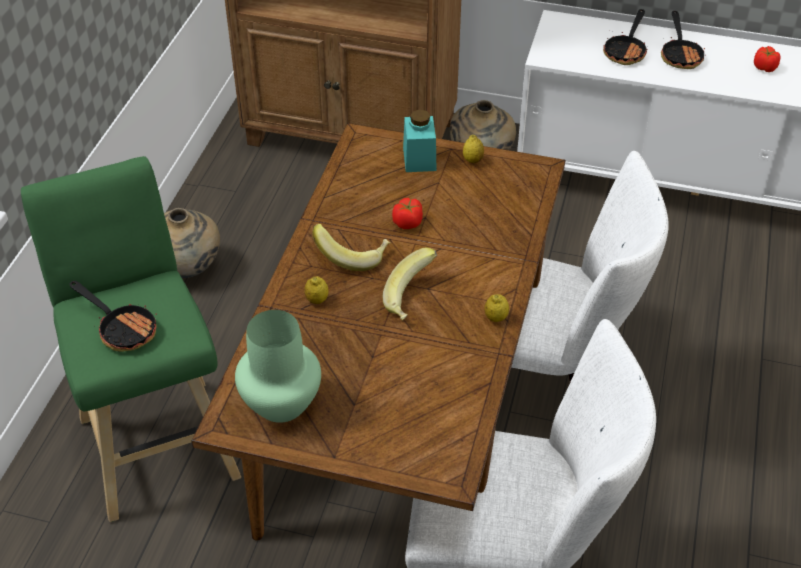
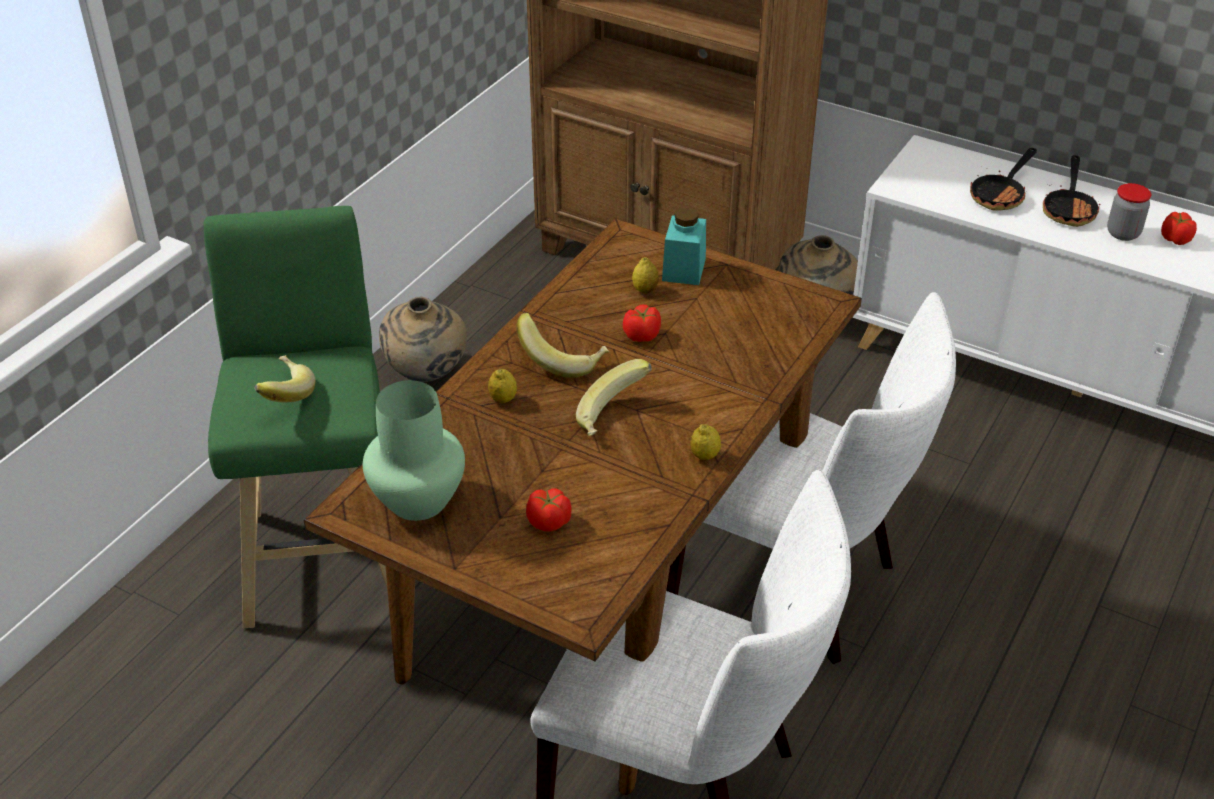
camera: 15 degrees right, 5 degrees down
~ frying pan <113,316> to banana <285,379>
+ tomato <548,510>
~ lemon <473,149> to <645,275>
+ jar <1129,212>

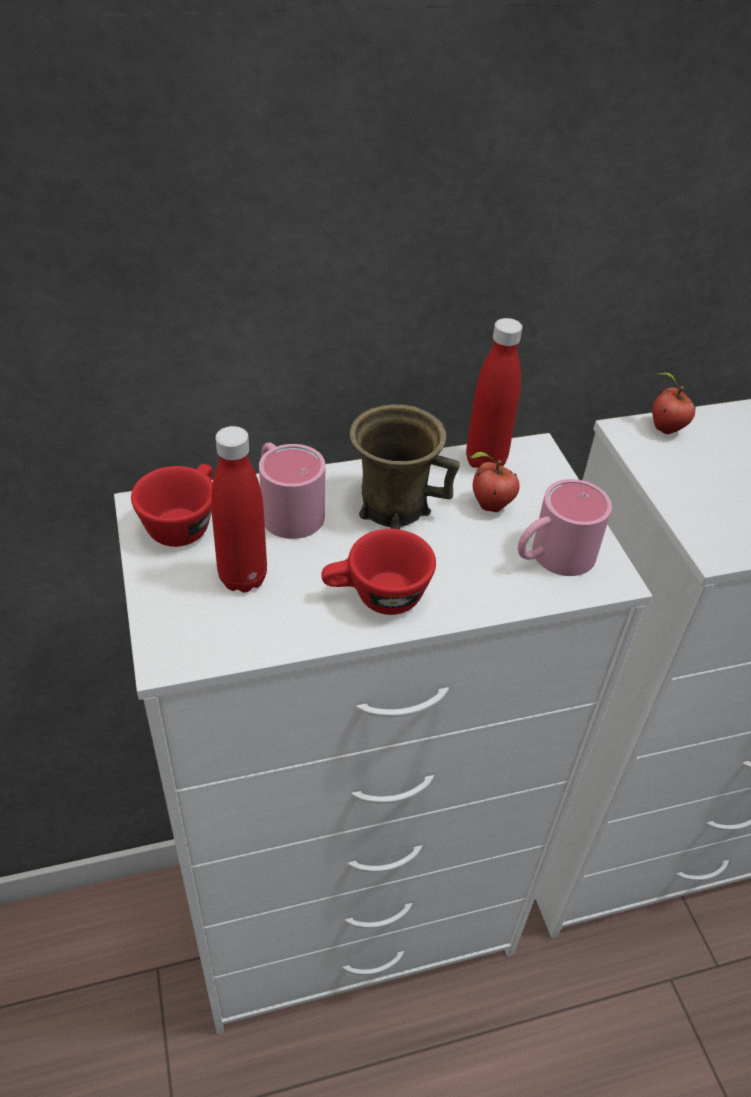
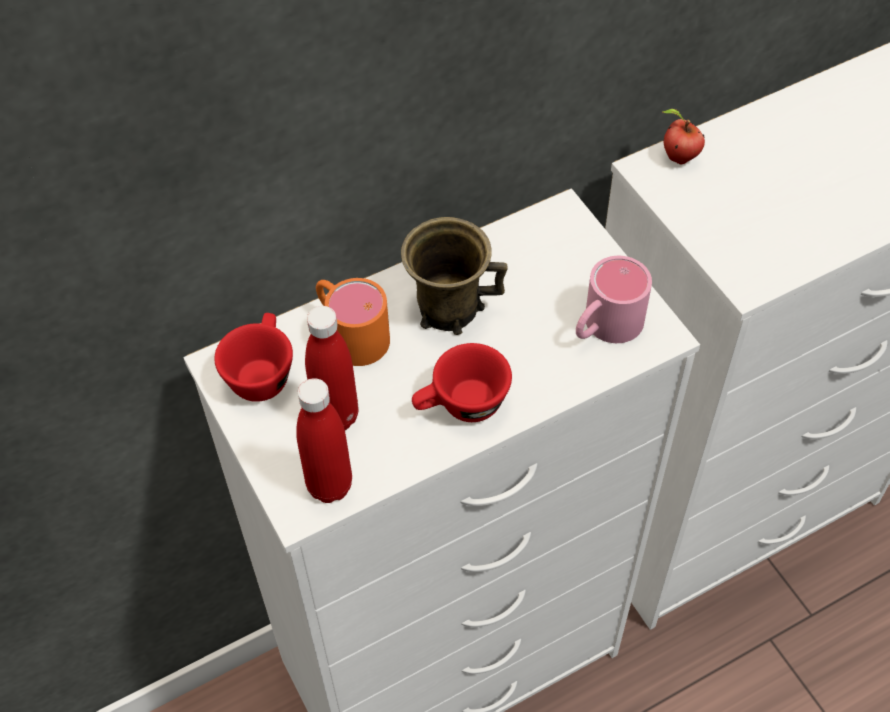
camera: 10 degrees left, 10 degrees up
~ red bottle <494,393> to <324,440>
~ pink mug <292,491> to orange mug <353,322>
- apple <495,482>

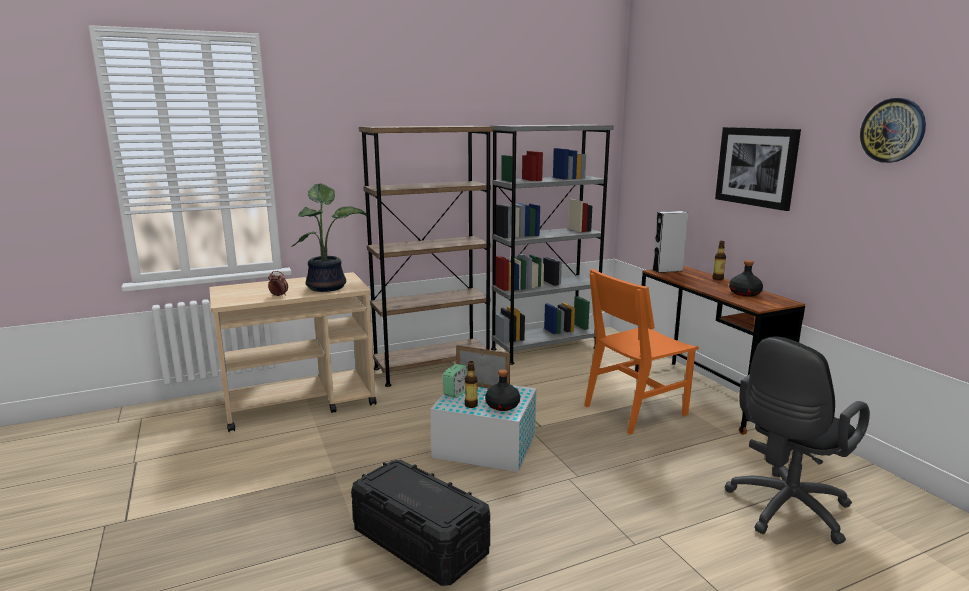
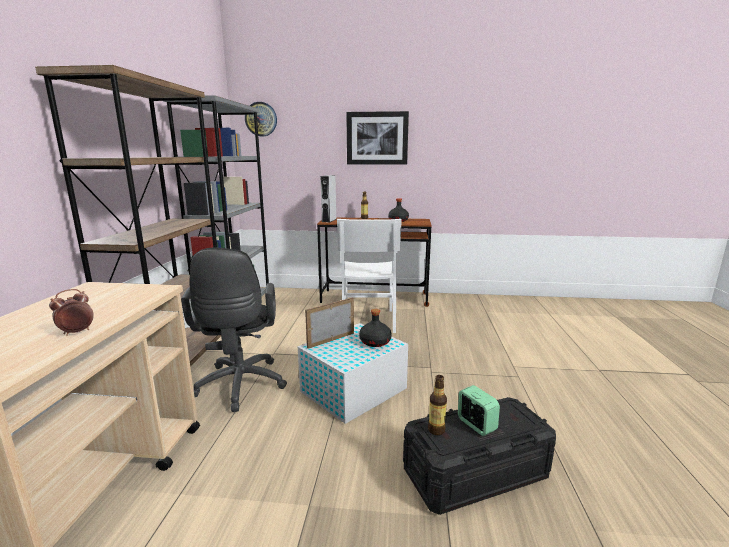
camera: 60 degrees left, 0 degrees up
~ black office chair <797,440> to <234,330>
~ wall clock <893,130> to <261,119>
~ orange chair <641,351> to white chair <369,276>
~ bottle <471,384> to <437,405>
~ alarm clock <455,381> to <479,410>
- potted plant <329,237>

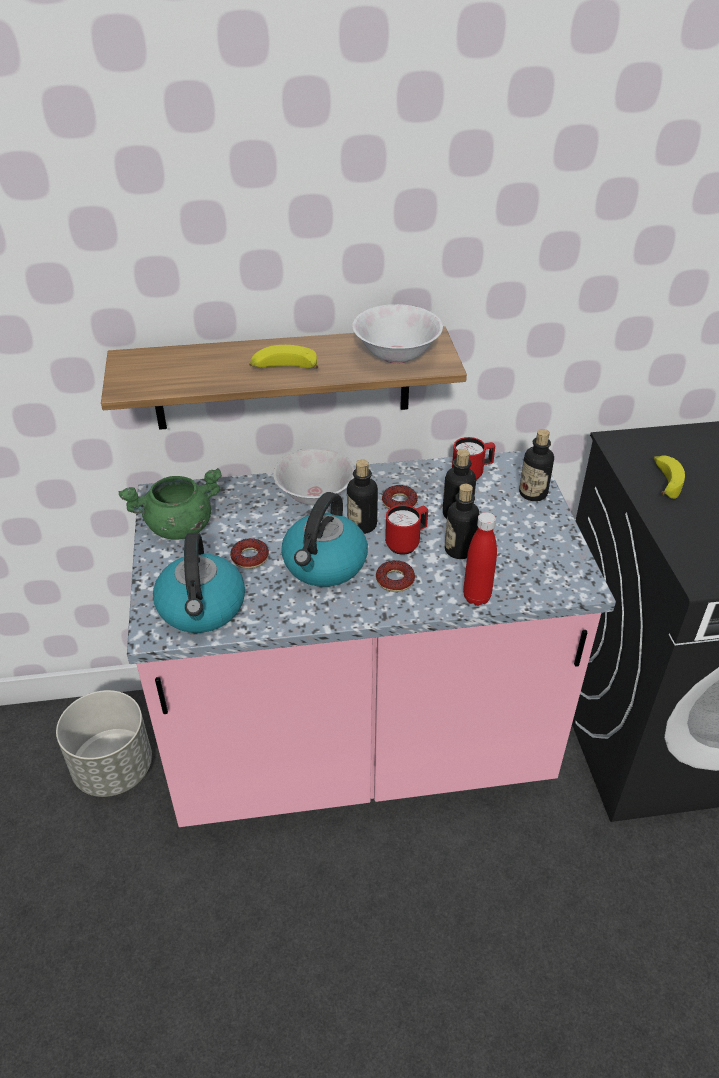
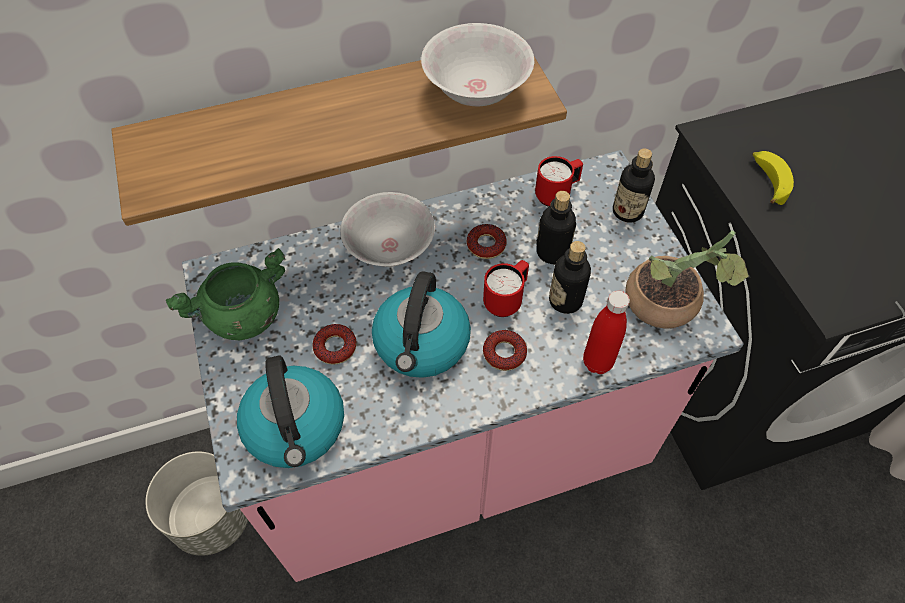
camera: 10 degrees left, 15 degrees up
+ potted plant <687,279>
- banana <284,357>
- bottle <362,497>

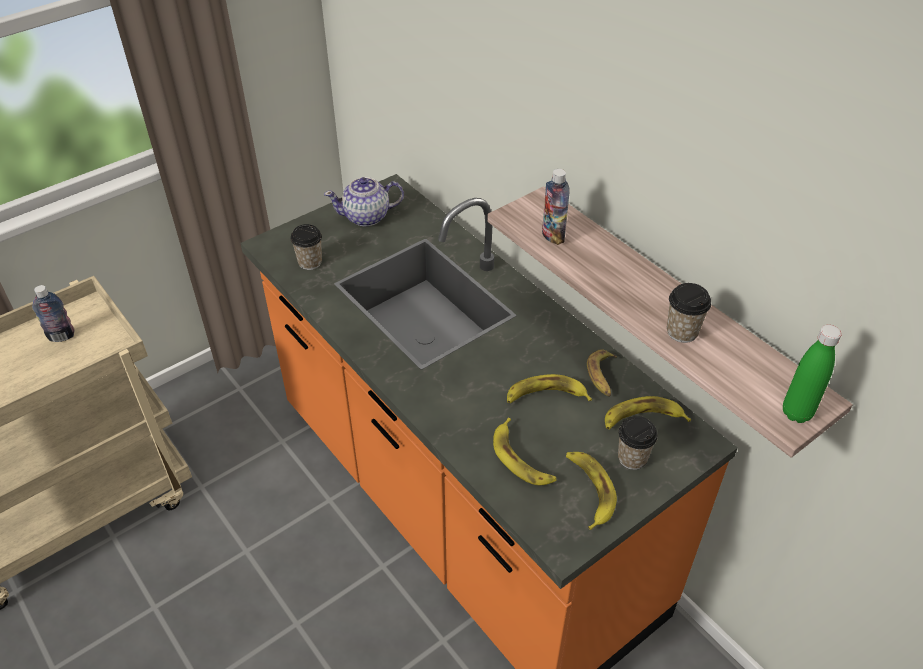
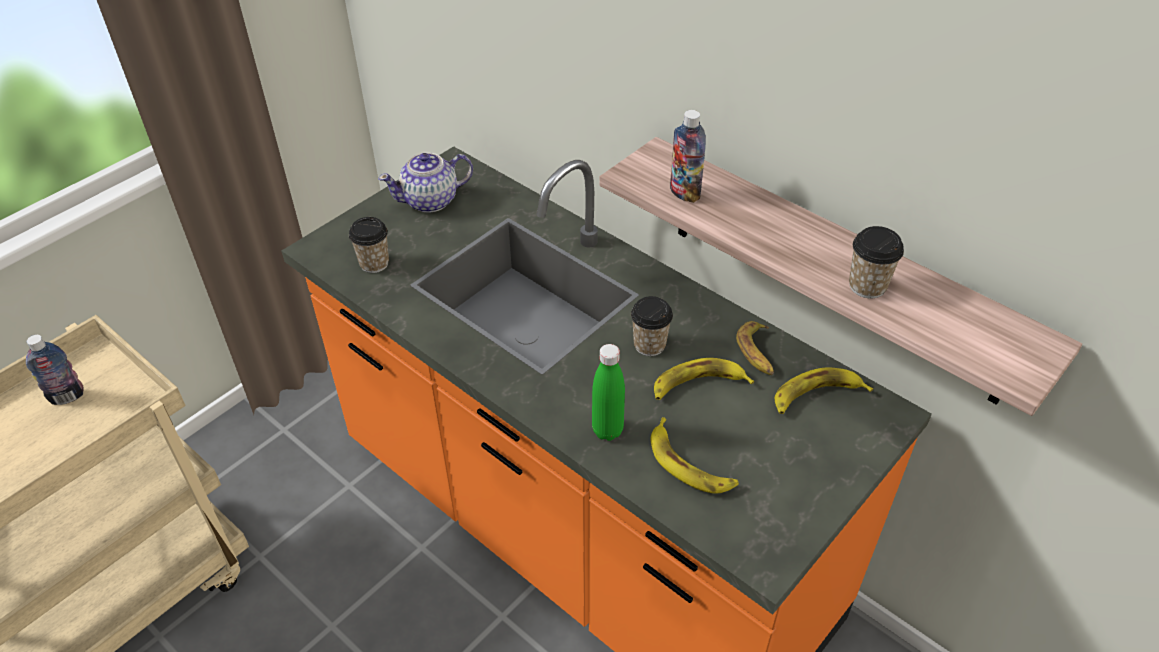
camera: 10 degrees left, 0 degrees up
~ green bottle <812,374> to <608,392>
~ cup <638,443> to <652,326>
- banana <591,491>

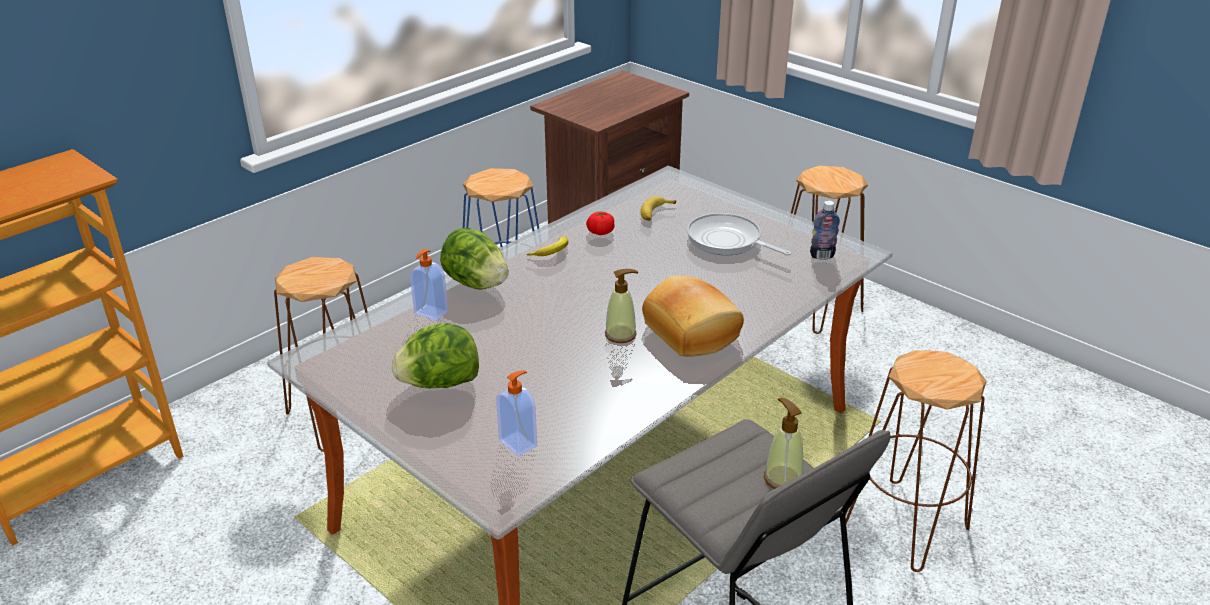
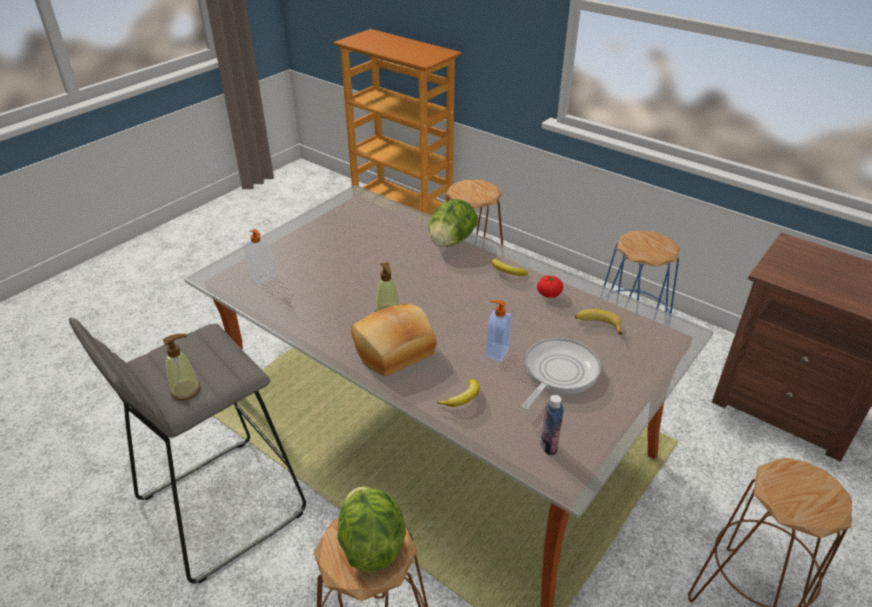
camera: 85 degrees right, 5 degrees up
~ lettuce <435,355> to <371,530>
+ banana <458,393>
~ soap dispenser <429,285> to <498,331>

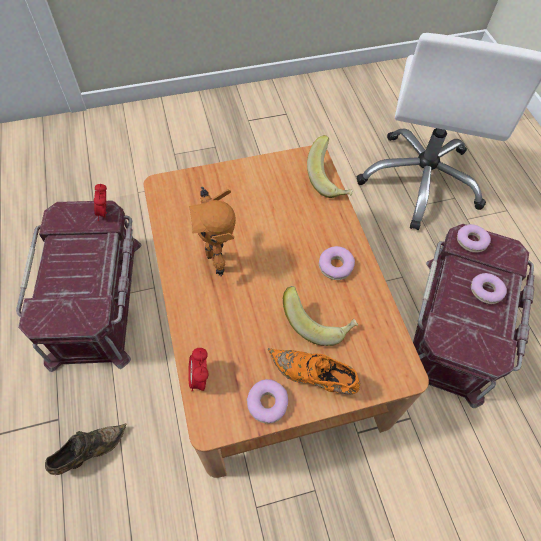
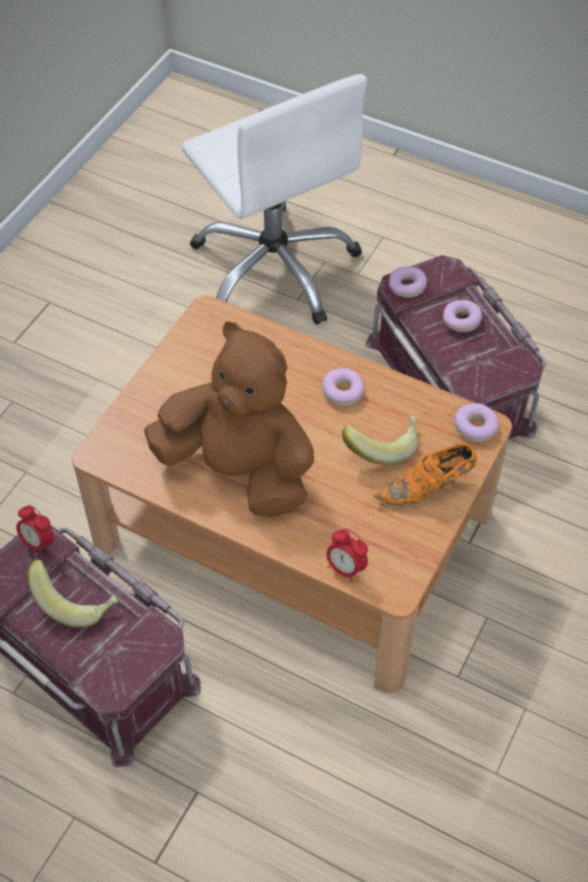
camera: 45 degrees left, 5 degrees down
~ banana <329,166> to <72,594>
~ toy robot <212,231> to brown plush toy <229,419>
~ donut <267,401> to <476,422>
- brown shoe <85,449>

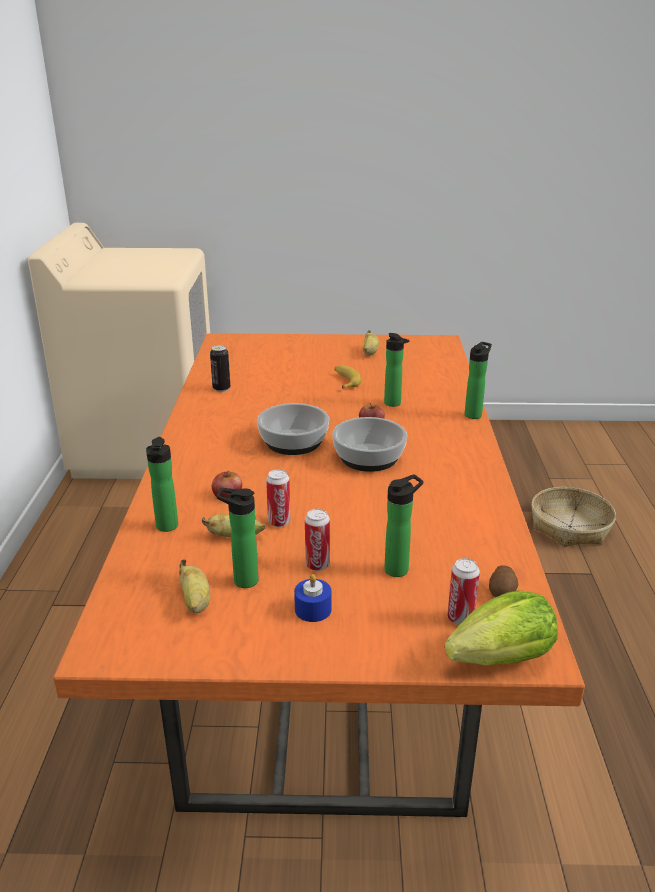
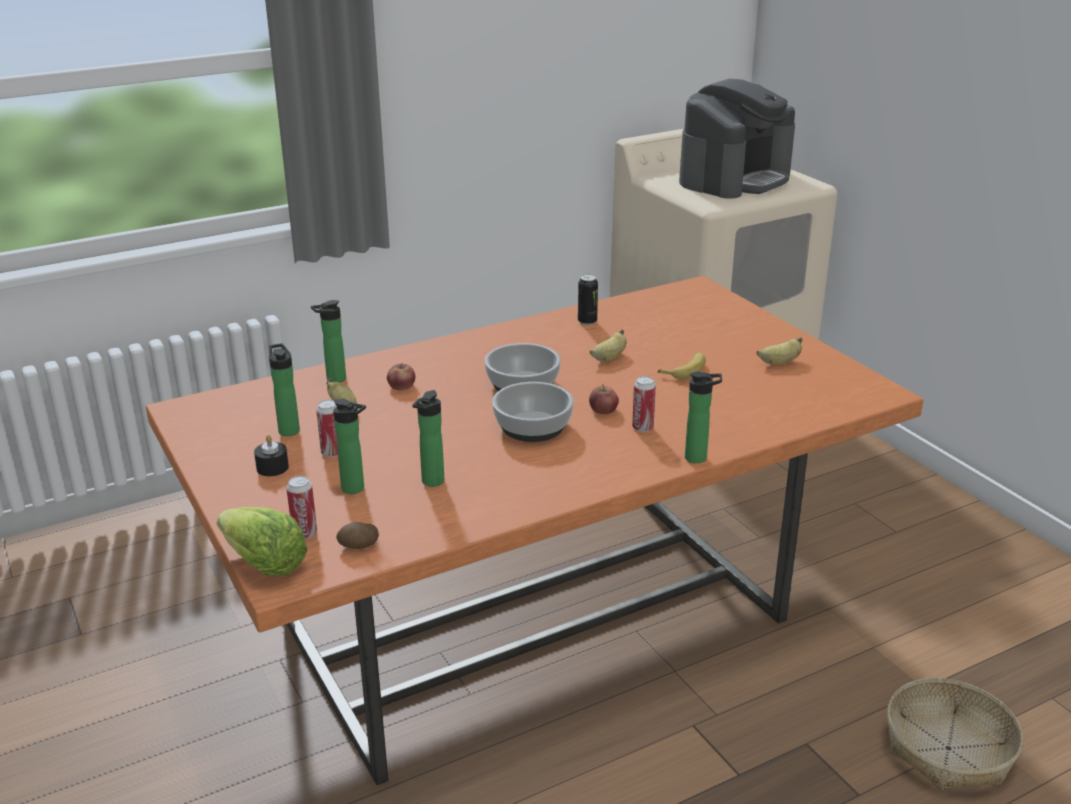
camera: 60 degrees right, 0 degrees up
~ blue candle <313,598> to black candle <271,455>
~ bottle <397,370> to <428,438>
~ banana <194,586> to <608,345>
~ can <278,498> to <644,404>
+ coffee machine <737,138>

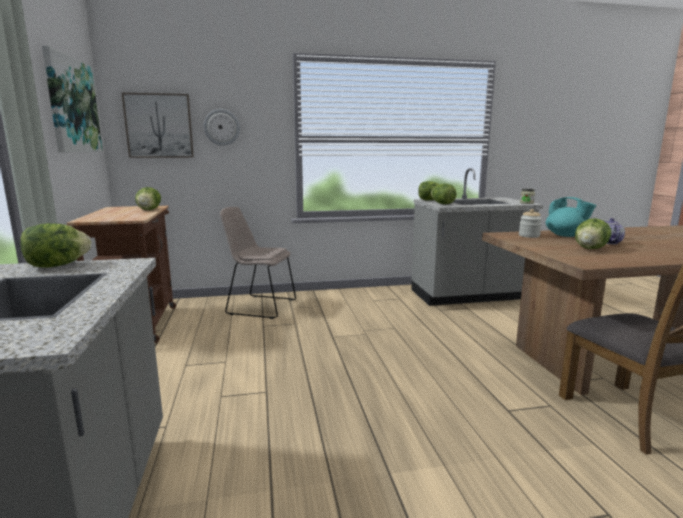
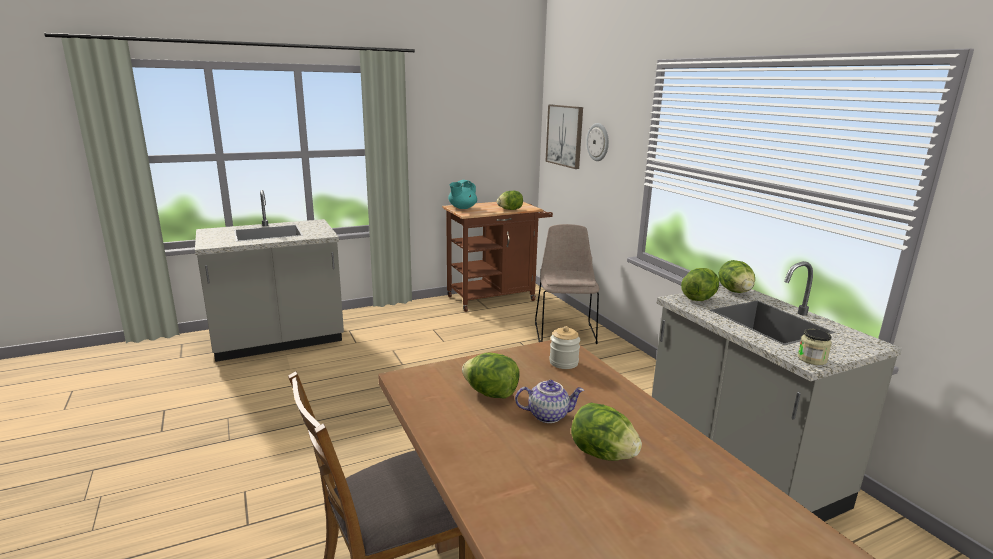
camera: 75 degrees right, 5 degrees up
~ turquoise teapot <571,217> to <462,194>
~ lettuce <55,245> to <606,432>
- picture <72,99>

